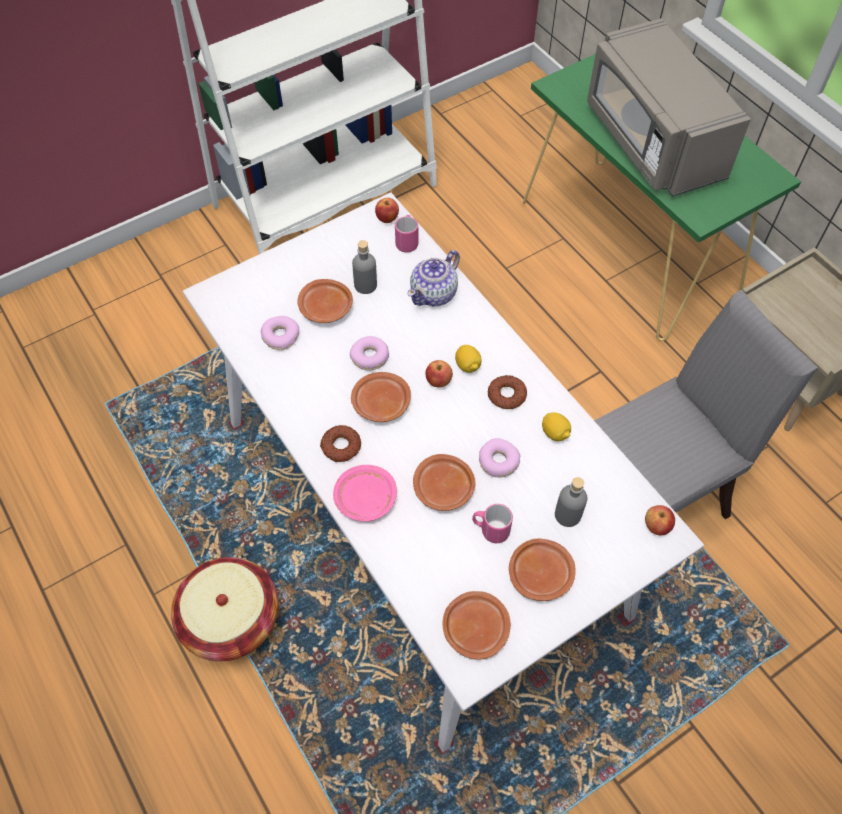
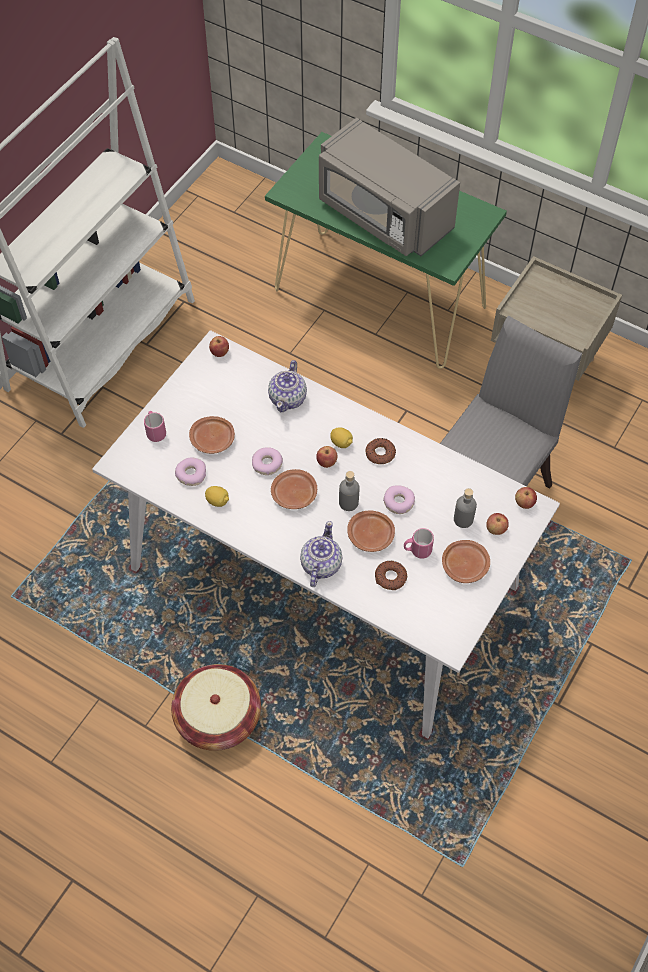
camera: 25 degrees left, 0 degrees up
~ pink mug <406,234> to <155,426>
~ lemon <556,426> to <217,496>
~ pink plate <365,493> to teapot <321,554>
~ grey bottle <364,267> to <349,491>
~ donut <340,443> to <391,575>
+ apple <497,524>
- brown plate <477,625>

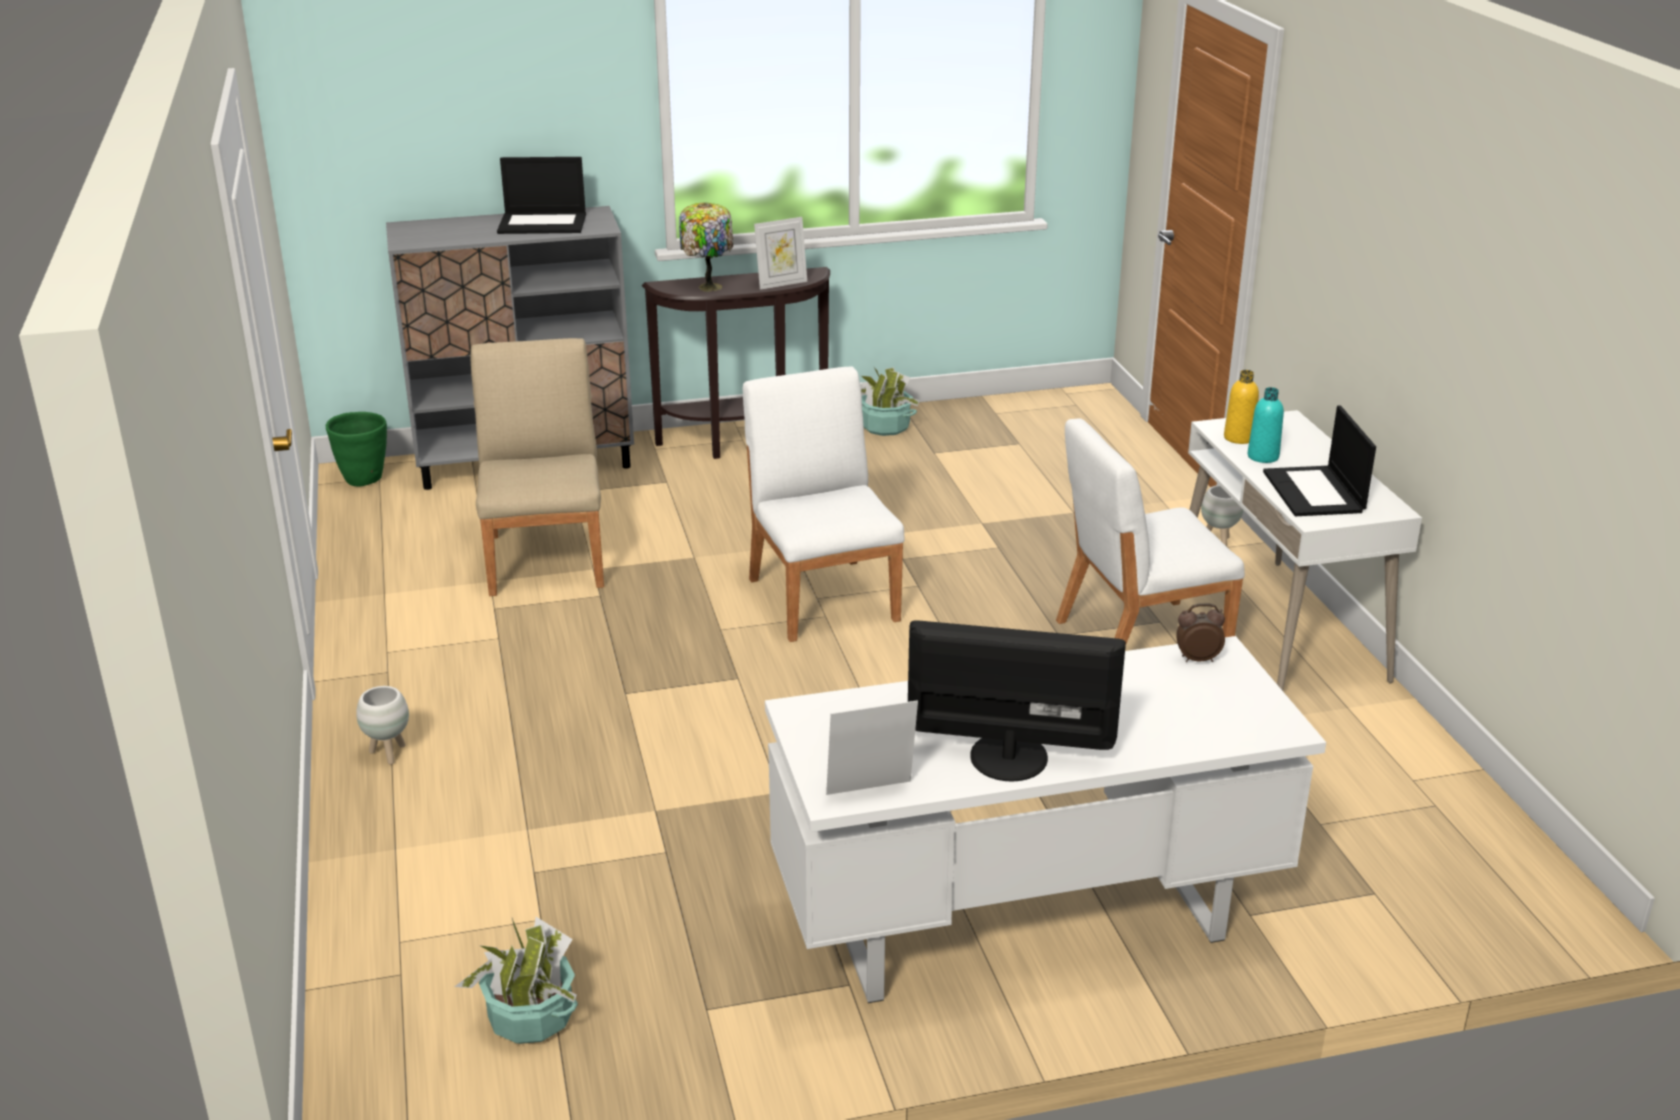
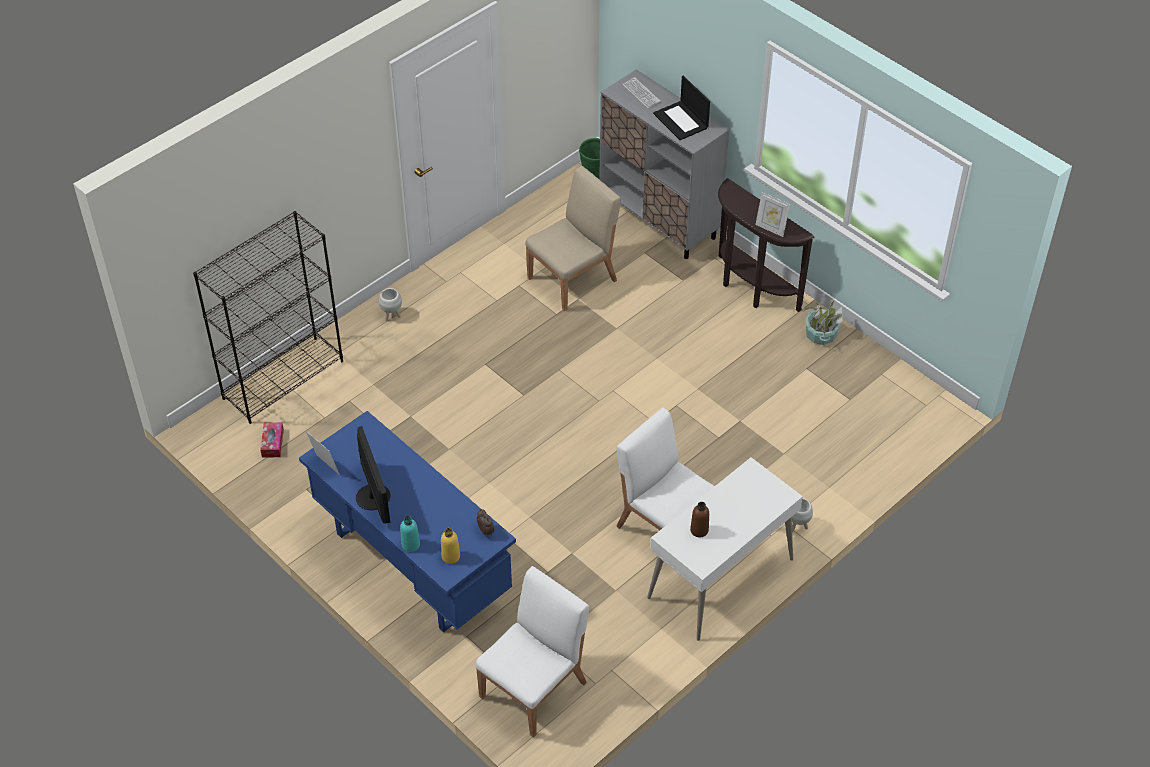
camera: 60 degrees right, 20 degrees up
+ black bookcase <268,317>
~ potted plant <516,980> to tissue box <272,440>
~ white desk <1045,819> to blue desk <407,521>
~ turquoise bottle <1266,425> to <410,534>
~ yellow bottle <1241,407> to <450,546>
~ white chair <824,504> to <532,652>
+ keyboard <641,92>
~ laptop <1319,460> to brown bottle <699,519>
- table lamp <706,247>

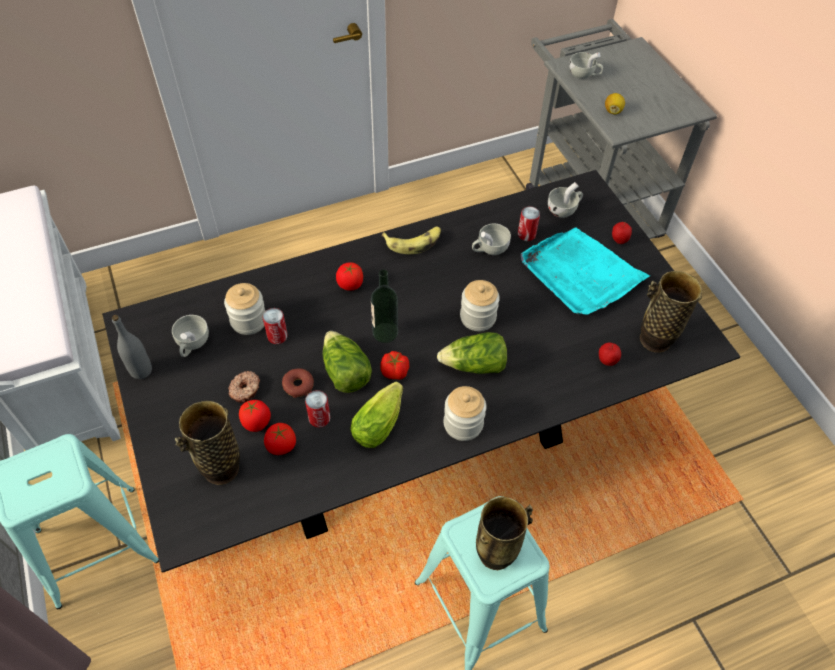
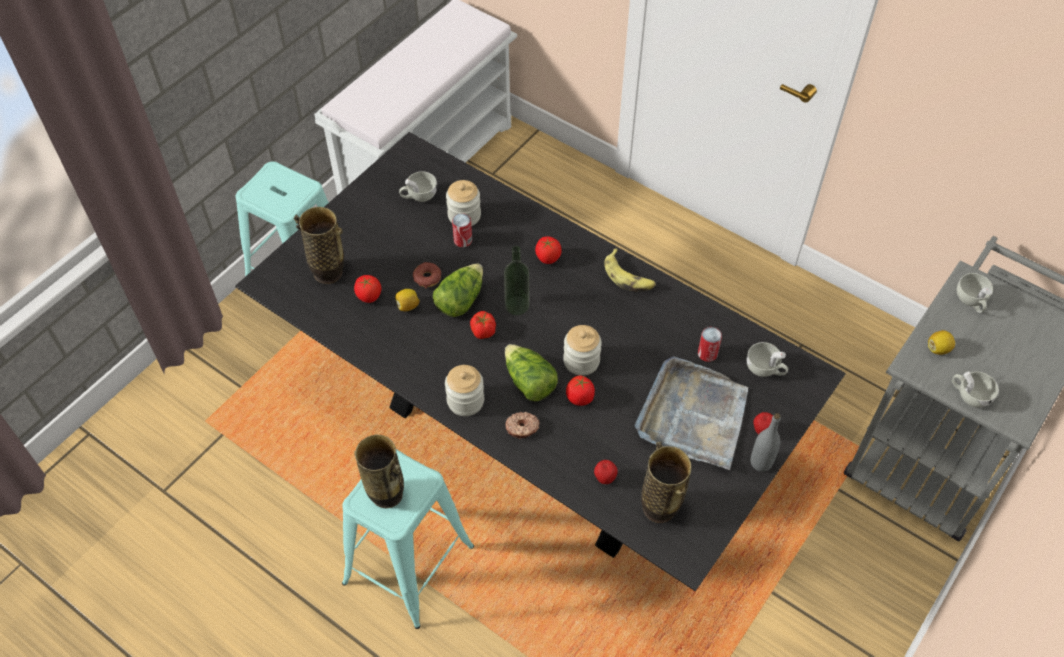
camera: 60 degrees right, 0 degrees up
~ can <318,409> to lemon <407,300>
~ donut <244,387> to <522,425>
~ tomato <255,416> to <580,391>
~ turquoise tray <585,271> to grey tray <691,413>
~ grey bottle <132,347> to <765,442>
~ white cup <491,239> to <975,389>
- lettuce <376,414>

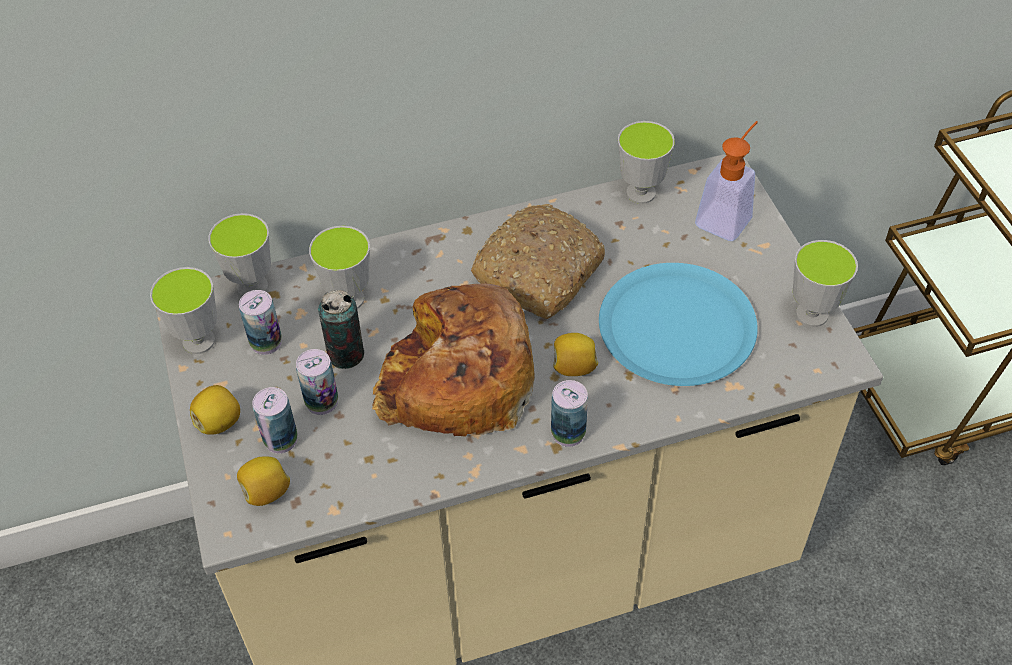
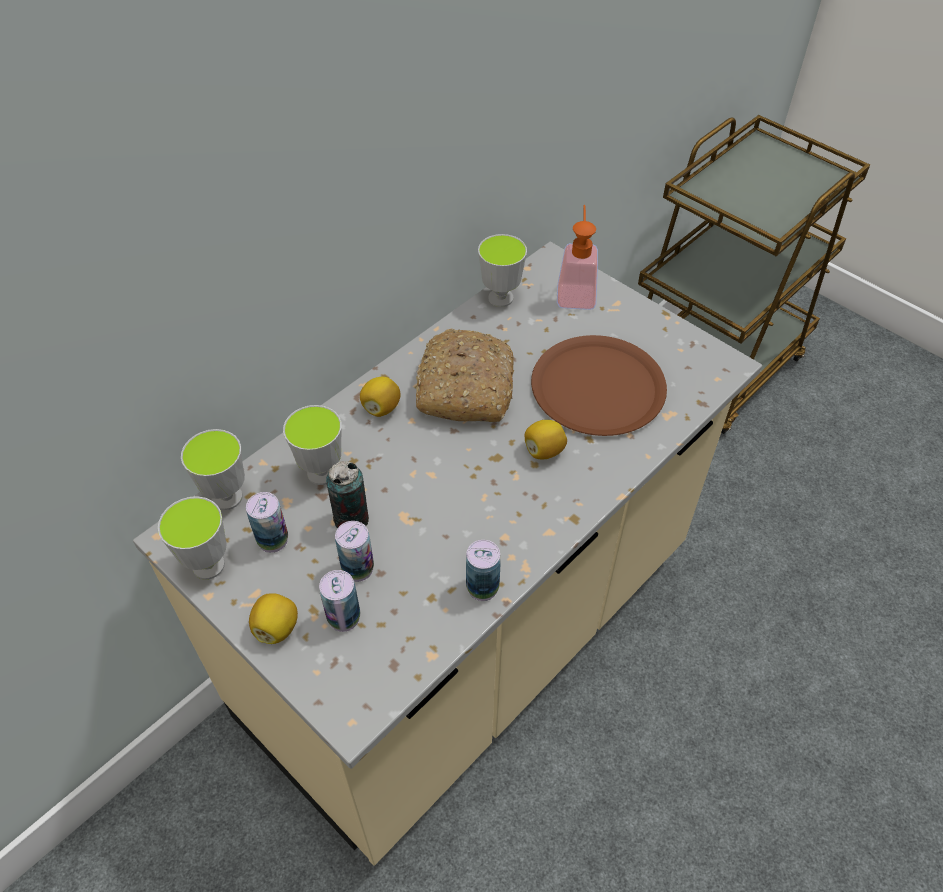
camera: 30 degrees left, 0 degrees up
~ lemon <263,481> to <380,397>
~ can <569,413> to <483,570>
~ blue plate <678,324> to brown plate <599,385>
- bread <453,360>
- cup <825,283>

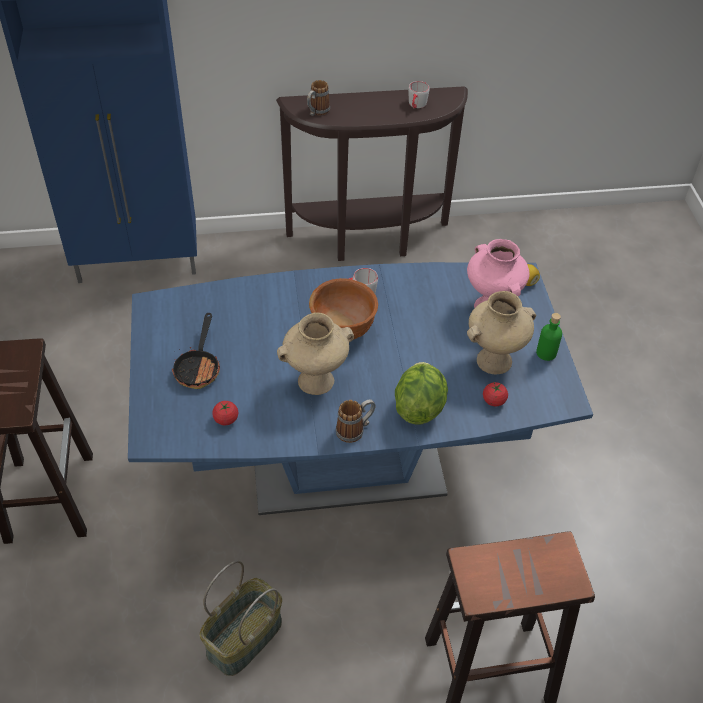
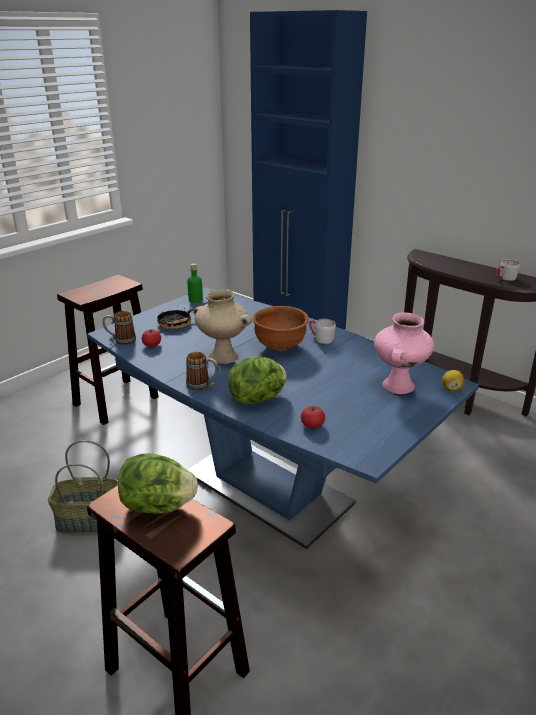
camera: 50 degrees right, 20 degrees down
~ mug <318,98> to <119,328>
+ lettuce <158,483>
~ green bottle <549,337> to <195,283>
- beige vase <501,332>

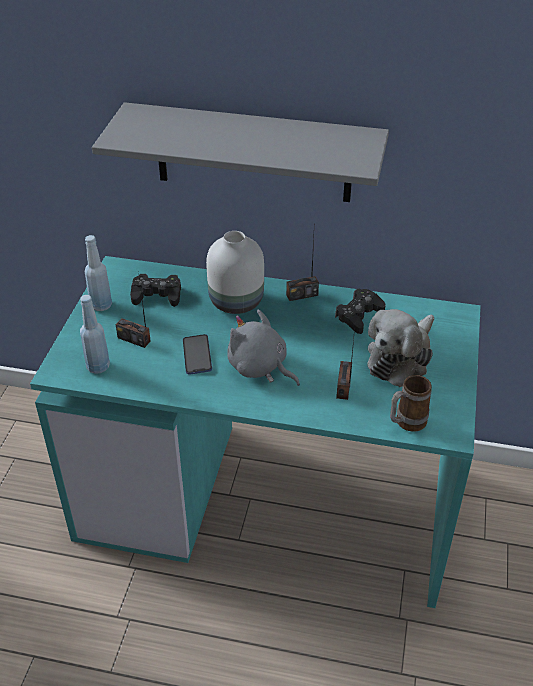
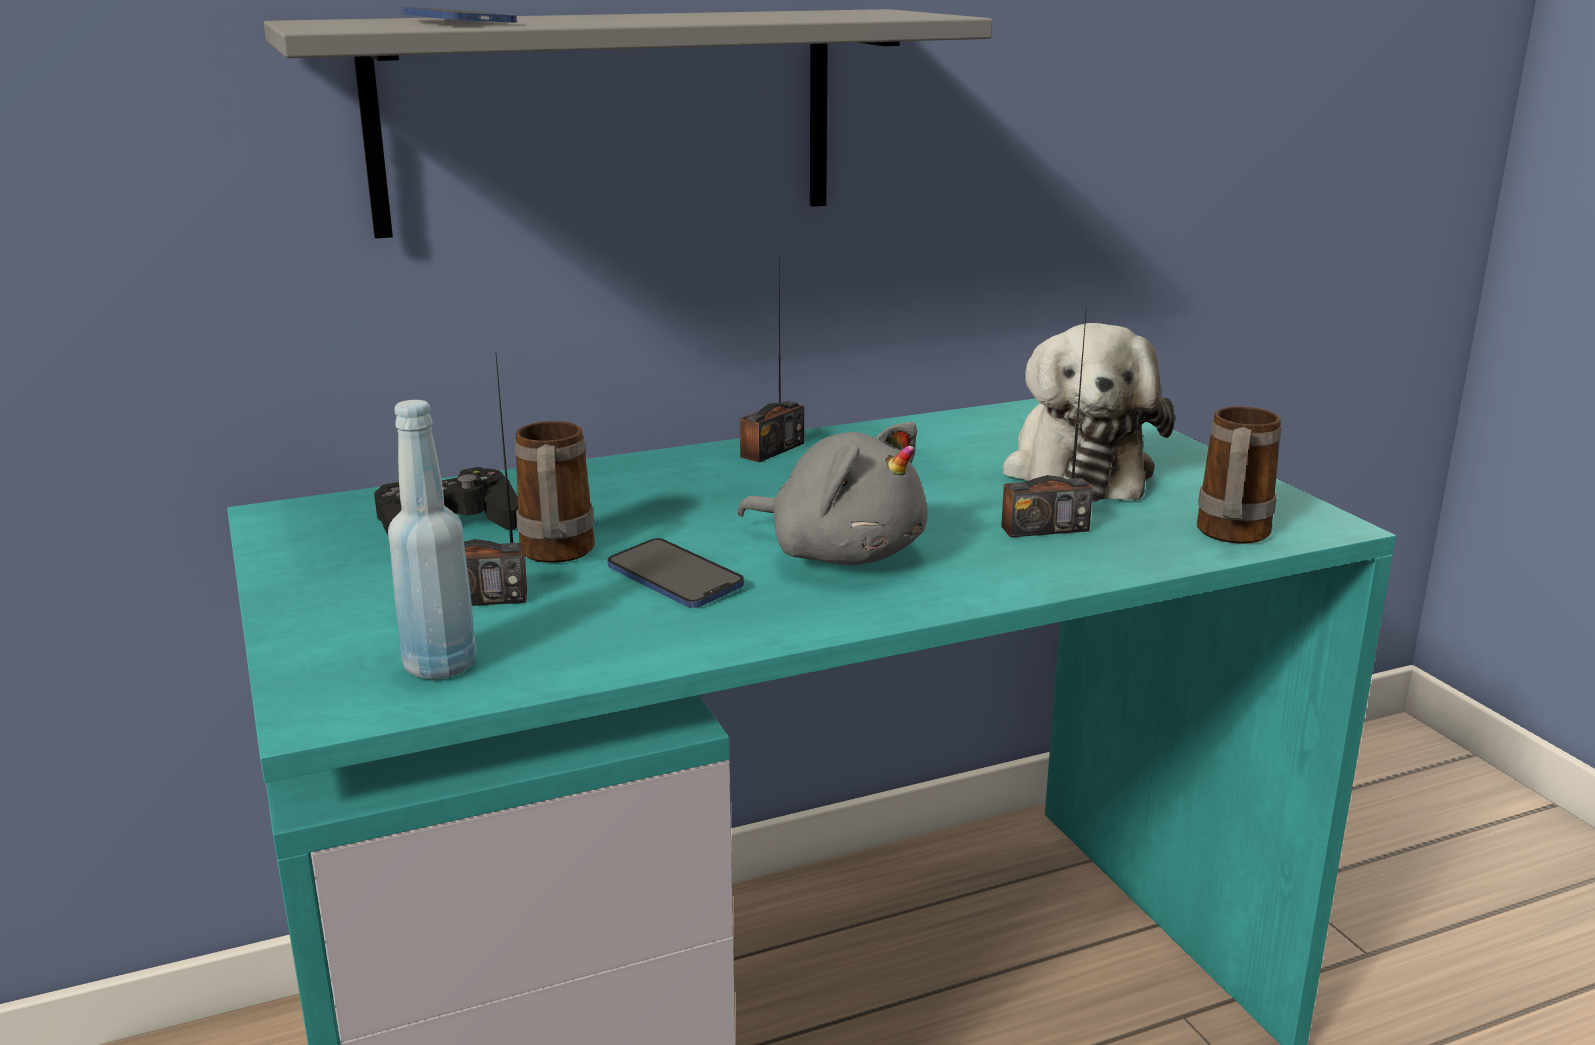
camera: 35 degrees left, 20 degrees down
+ phone <460,15>
+ mug <555,492>
~ grey plush toy <263,347> = <832,493> 150 degrees counterclockwise
~ radio <345,364> = <1047,422> 75 degrees counterclockwise
- blue bottle <98,273>
- white vase <235,272>
- black game controller <360,311>

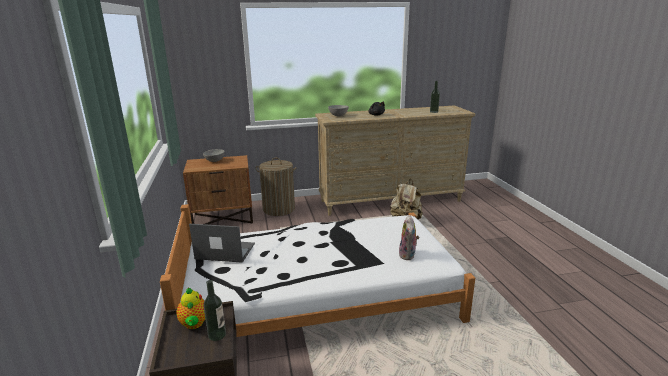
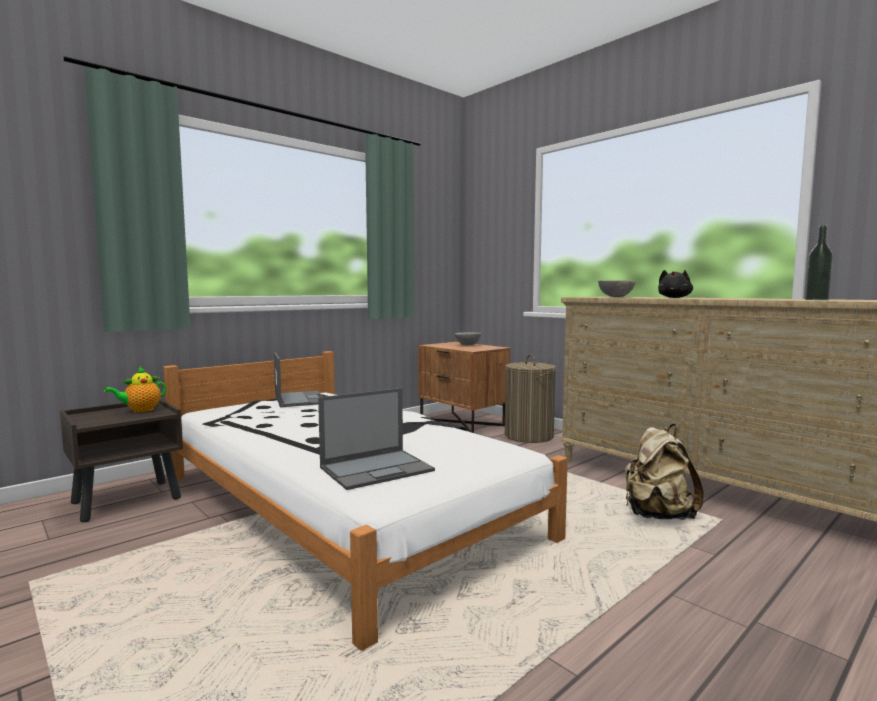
camera: 60 degrees right, 15 degrees down
~ plush toy <409,237> to laptop <376,439>
- bottle <214,310>

